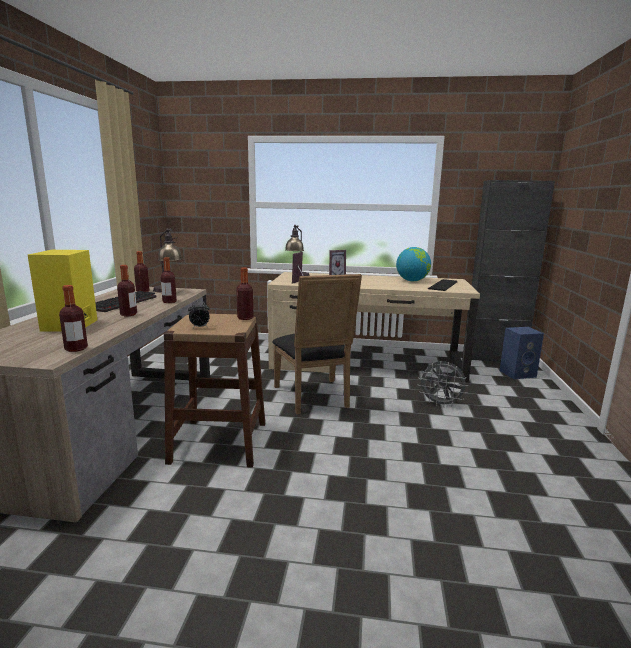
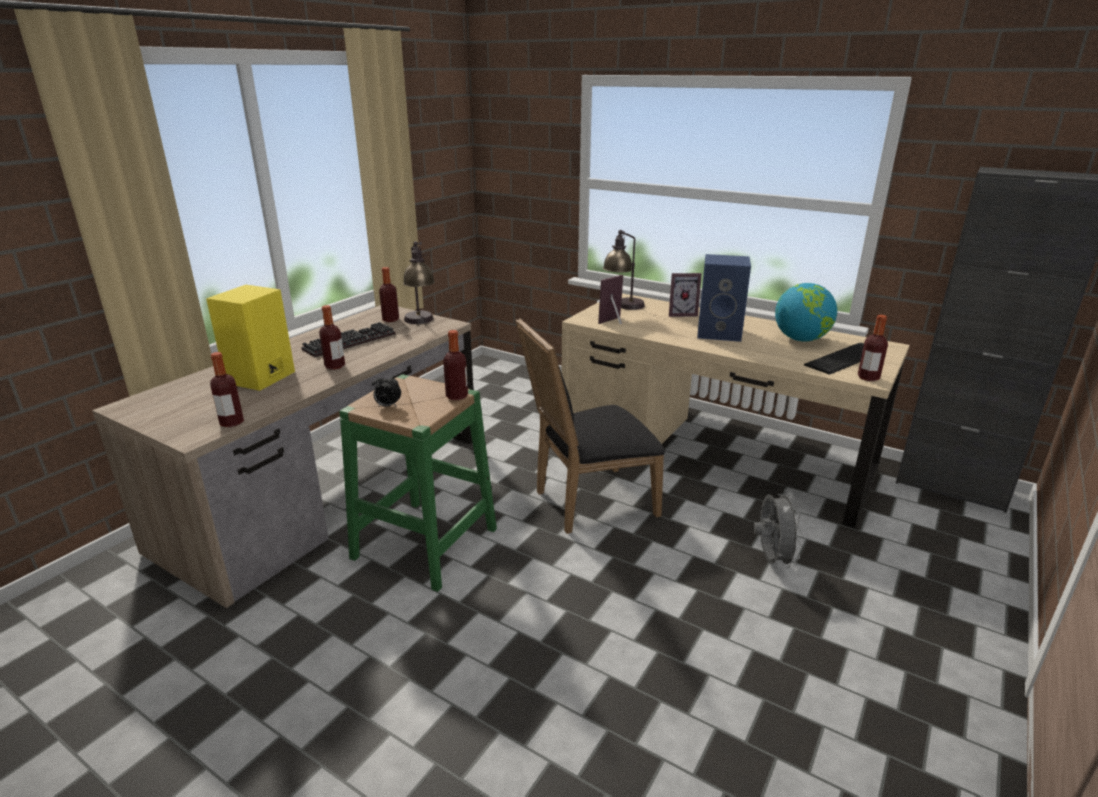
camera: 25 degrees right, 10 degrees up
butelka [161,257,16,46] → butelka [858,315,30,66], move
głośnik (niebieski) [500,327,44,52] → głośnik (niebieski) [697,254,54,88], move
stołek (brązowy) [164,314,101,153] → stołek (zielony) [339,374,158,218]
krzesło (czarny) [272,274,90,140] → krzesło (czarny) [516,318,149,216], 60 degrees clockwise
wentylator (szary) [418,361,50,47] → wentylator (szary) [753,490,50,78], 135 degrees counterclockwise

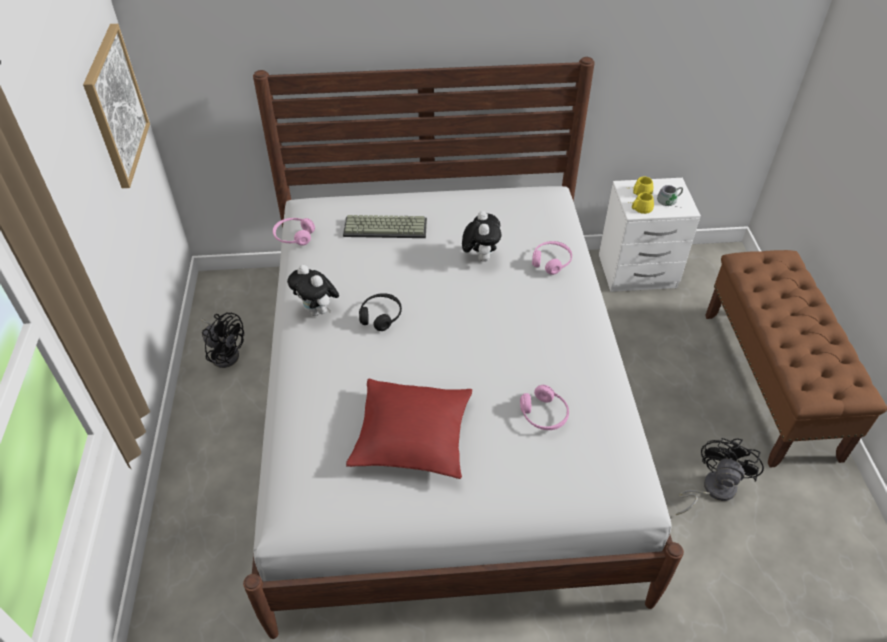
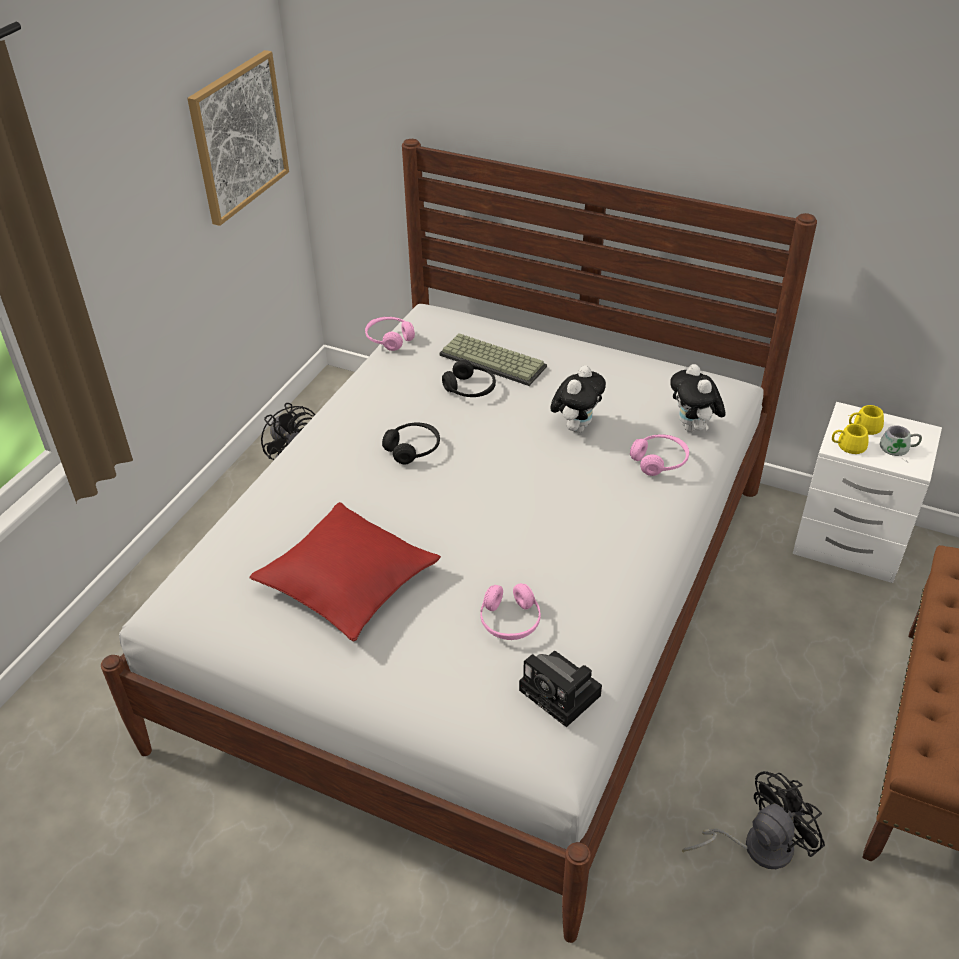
camera: 30 degrees right, 5 degrees down
- → słuchawki (czarny) [442,360,54,37]
- → aparat fotograficzny [519,650,83,77]
pluszak [287,265,52,51] → pluszak [670,364,55,68], move

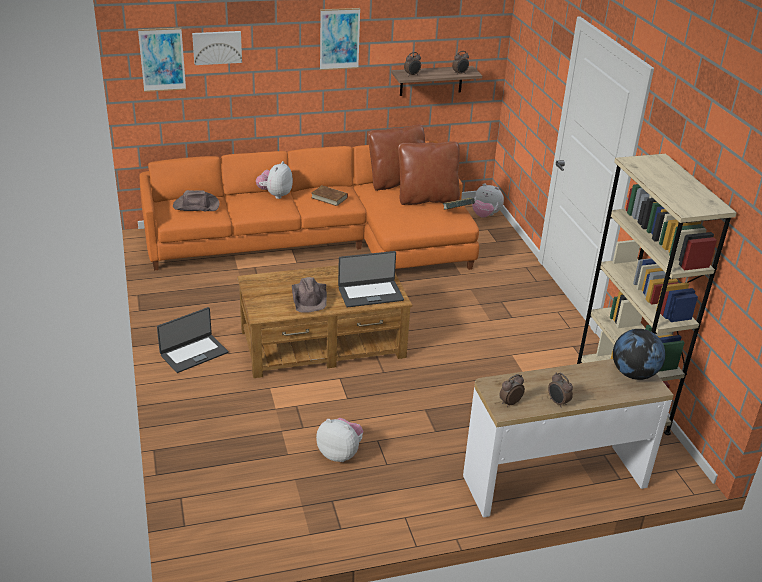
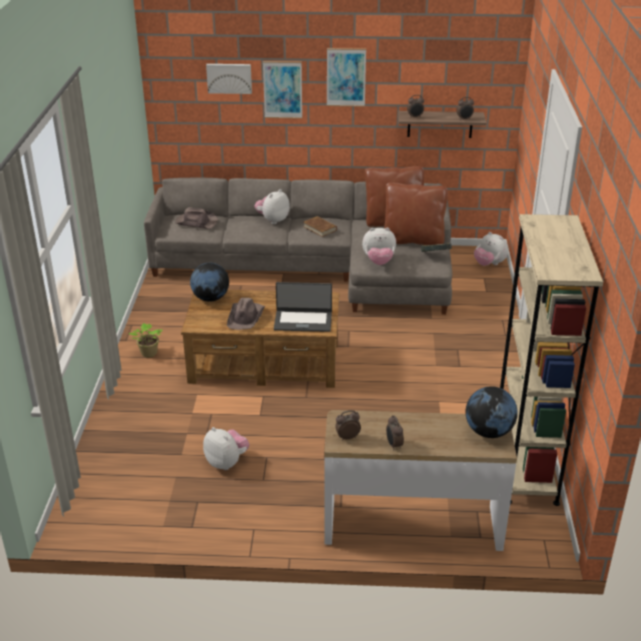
camera: 20 degrees right, 0 degrees up
- → globus [190,263,39,39]
- → pluszak [362,228,34,37]
obraz [138,28,48,64] → obraz [263,61,39,58], move
laptop [157,307,71,66] → roślina doniczkowa [129,323,34,34]
kanapa (pomarańczowy) [139,140,340,130] → kanapa (szary) [144,178,308,137]

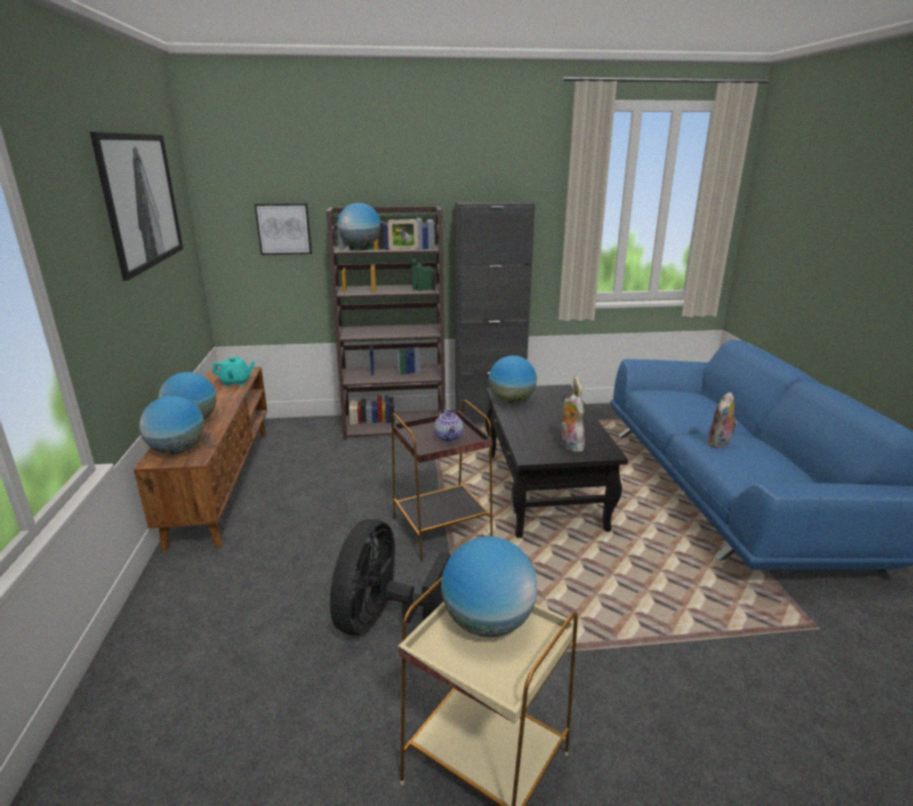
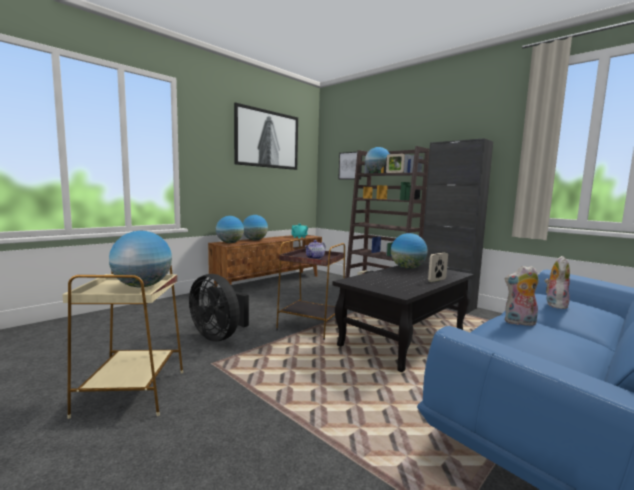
camera: 50 degrees right, 15 degrees down
pluszak [561,394,24,58] → pluszak [545,256,25,53], move
wentylator (czarny) [330,519,120,117] → wentylator (czarny) [189,274,60,67], 120 degrees counterclockwise

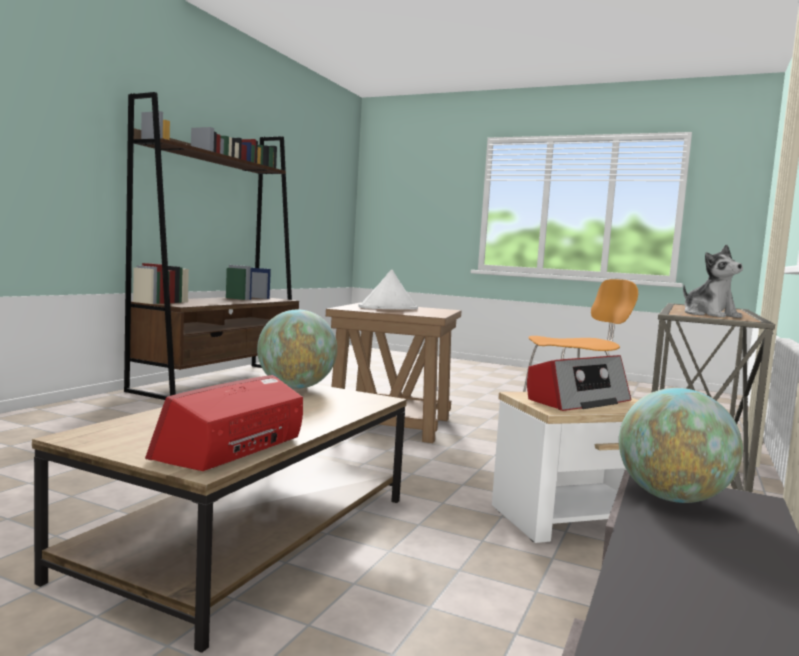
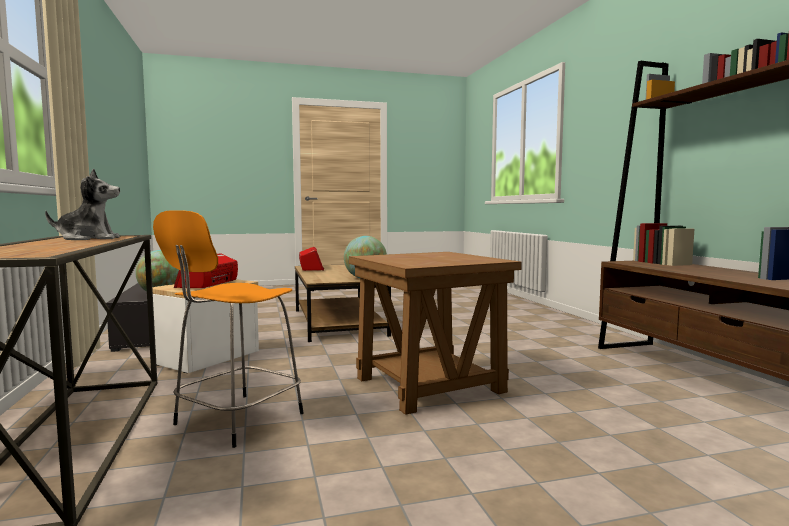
camera: 140 degrees right, 0 degrees up
kapelusz (biały) [359,269,59,41] → -
pluszak [683,245,60,73] → pluszak [45,169,75,71], 135 degrees clockwise

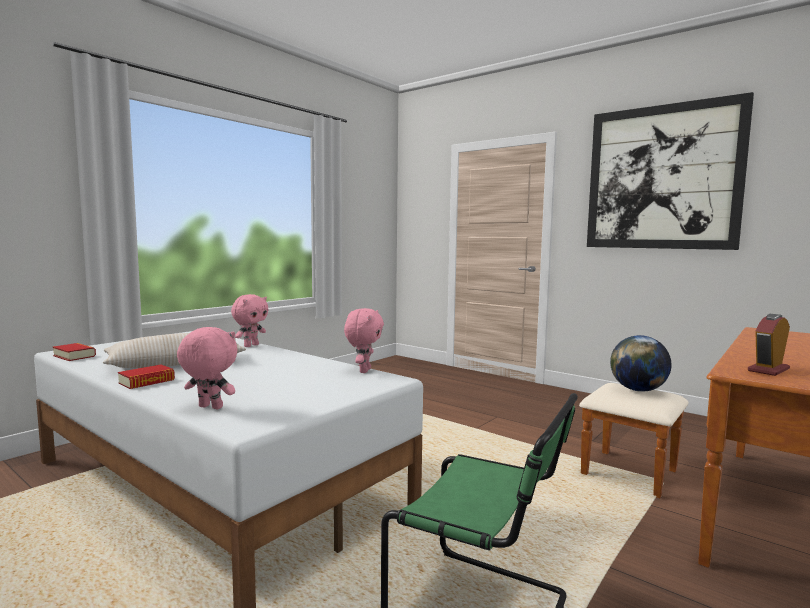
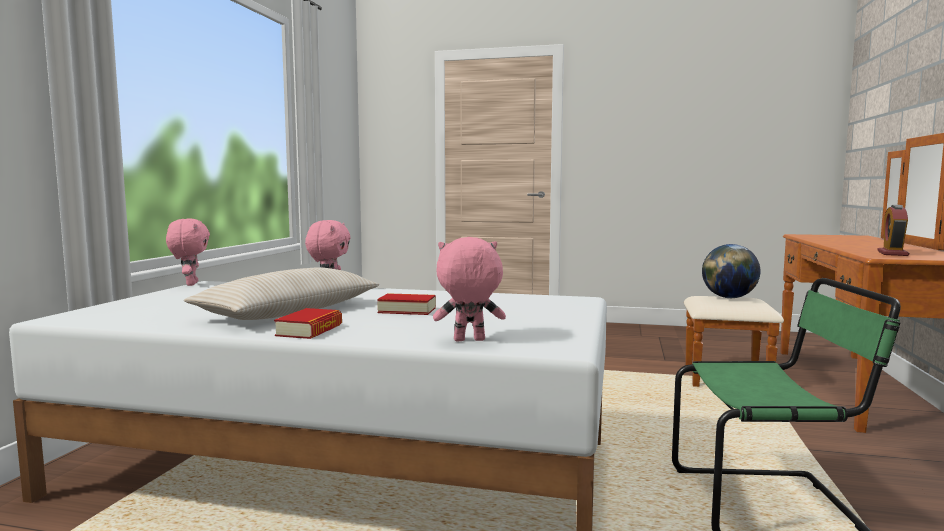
camera: 25 degrees left, 0 degrees up
obraz [587,92,167,158] → -
książka [52,343,44,18] → książka [377,293,59,22], move
pluszak (różowy) [344,308,40,65] → pluszak (różowy) [166,218,44,68], move

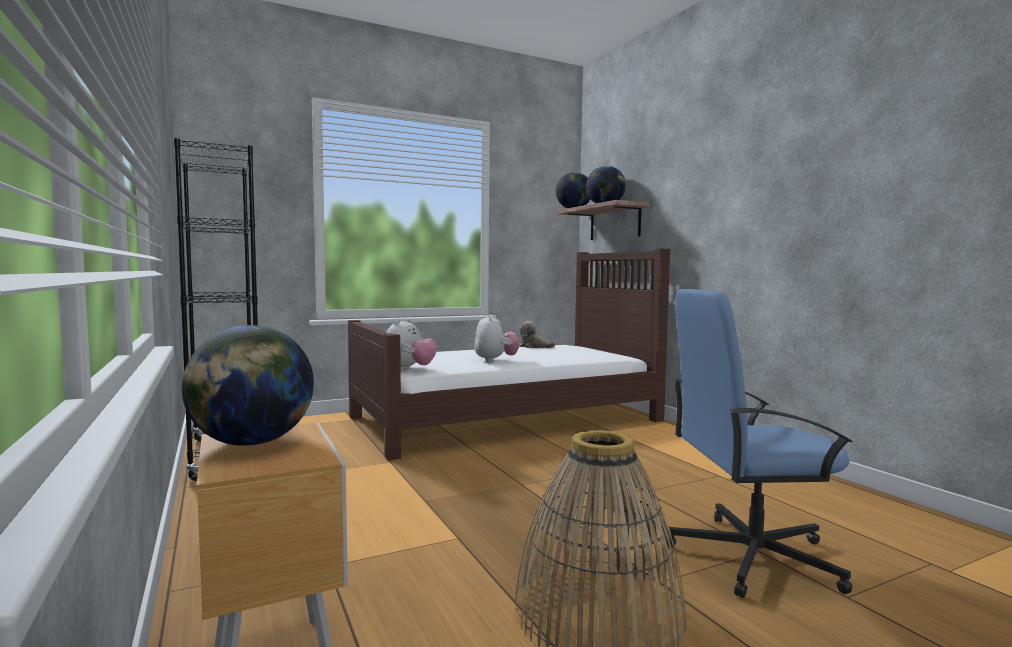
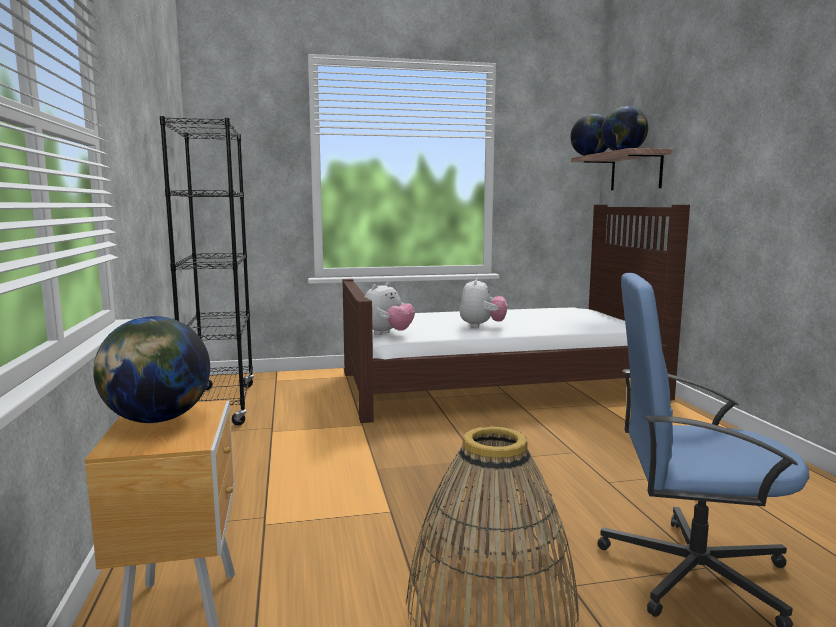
camera: 15 degrees right, 5 degrees up
pluszak [519,321,36,27] → -

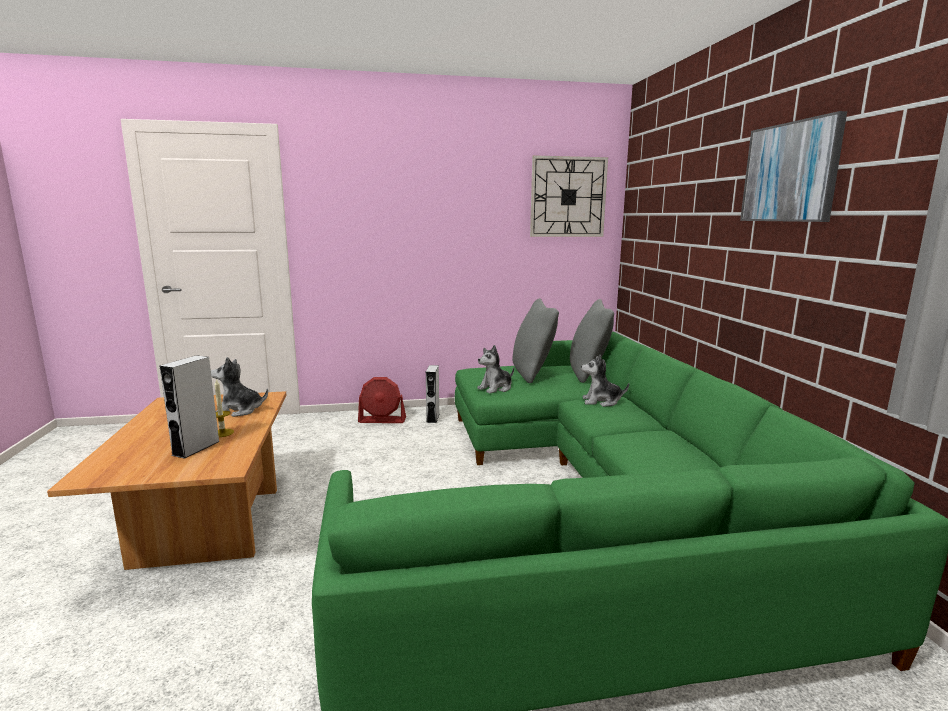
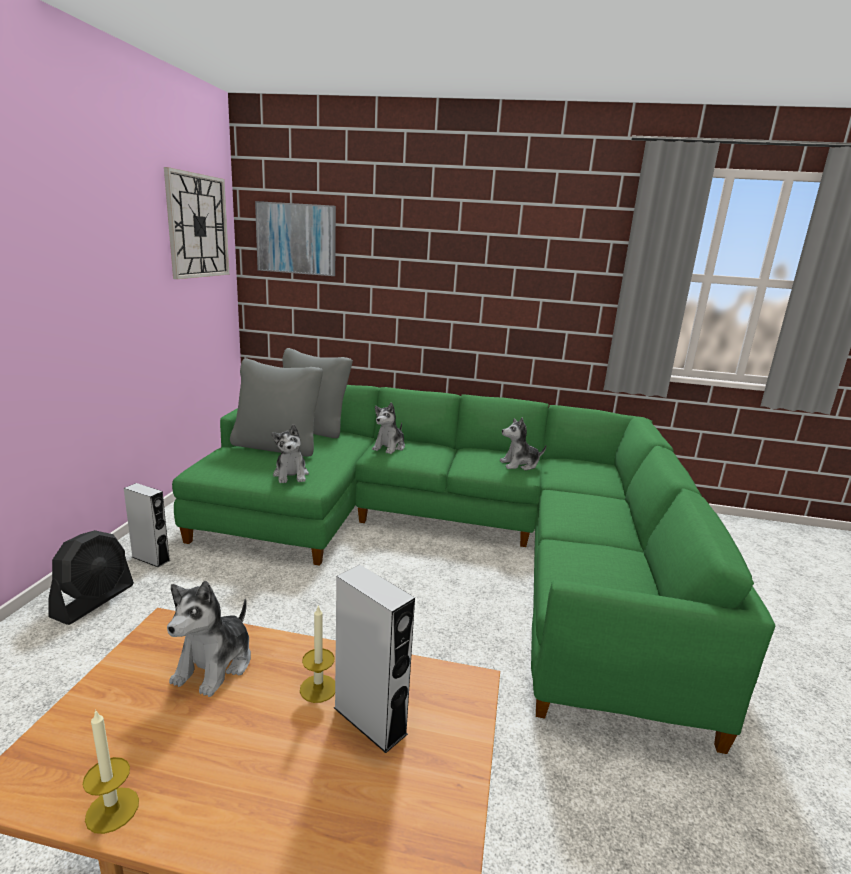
camera: 70 degrees left, 5 degrees up
- → świeca [82,709,57,125]
- → pluszak [500,418,46,52]
obraz [740,111,107,111] → obraz [255,201,81,75], move
wentylator (czerwony) [358,377,48,46] → wentylator (czarny) [48,530,86,95]

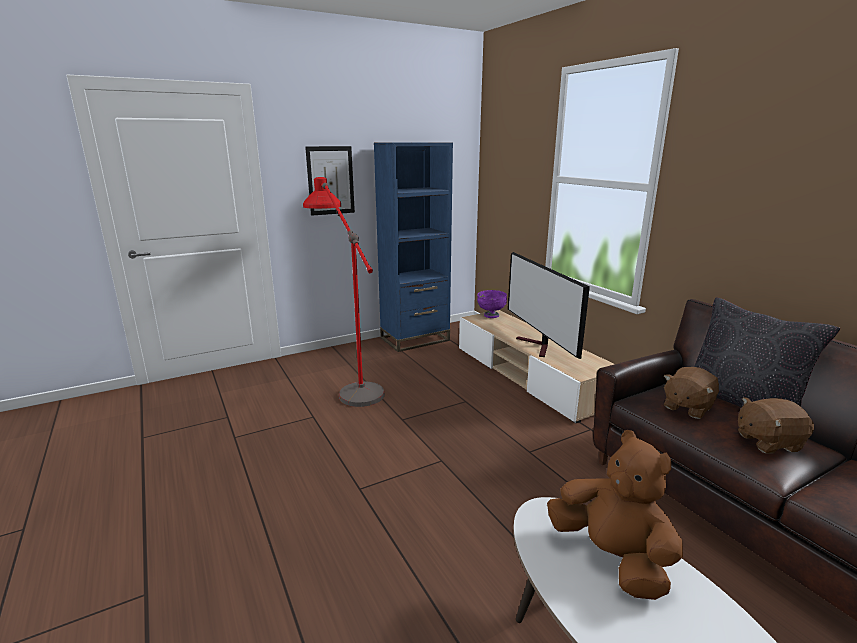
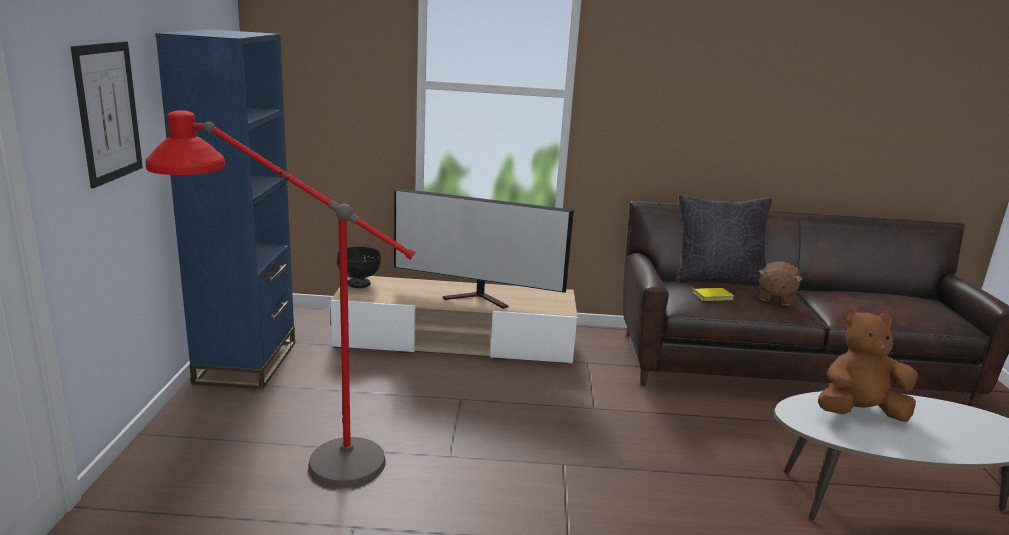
camera: 60 degrees left, 0 degrees up
pluszak (brązowy) [664,367,55,52] → książka (żółty) [692,288,42,13]
miska (fioletowy) [477,290,30,28] → miska (czarny) [337,247,44,41]

